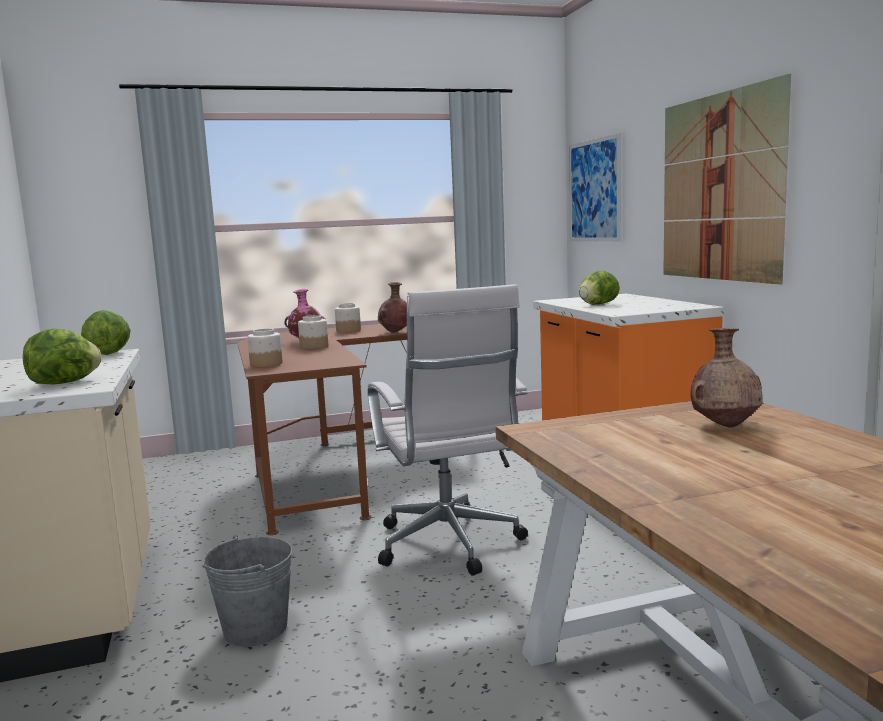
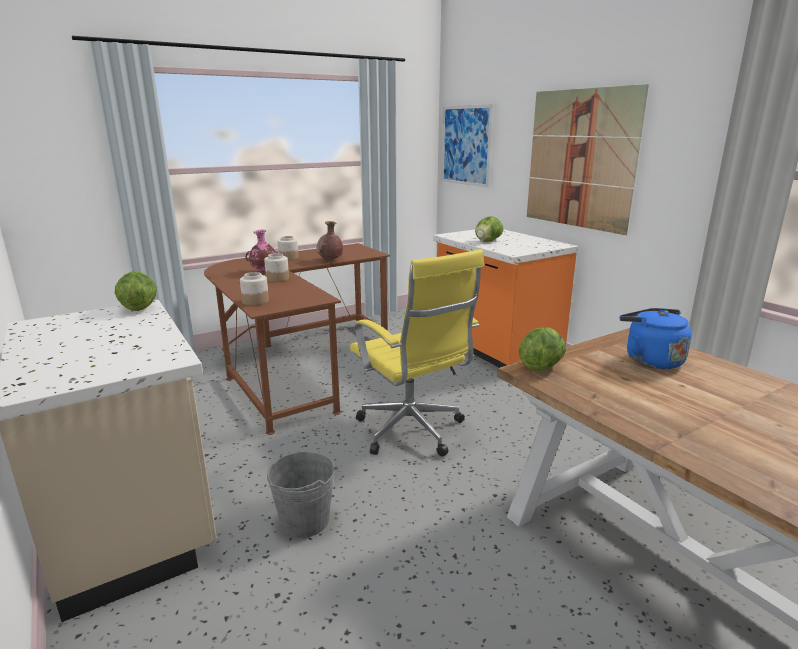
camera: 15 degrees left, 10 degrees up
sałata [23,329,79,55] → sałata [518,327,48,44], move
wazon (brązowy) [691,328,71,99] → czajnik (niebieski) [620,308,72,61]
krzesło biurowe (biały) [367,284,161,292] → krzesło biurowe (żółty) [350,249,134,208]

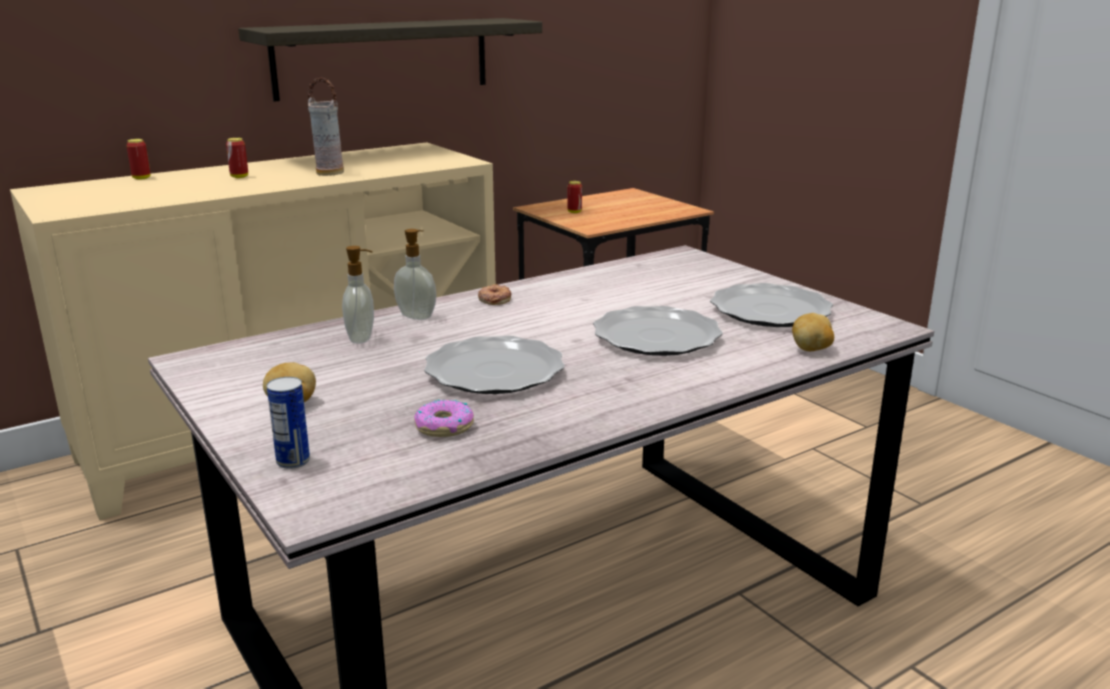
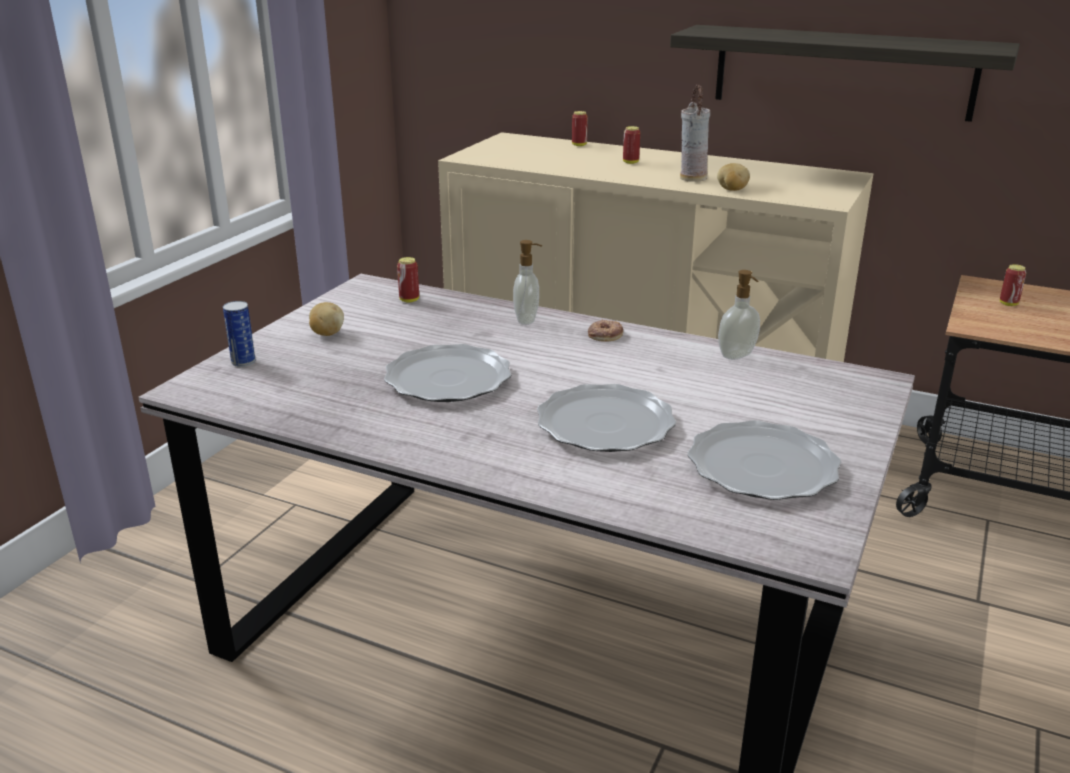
camera: 60 degrees right, 5 degrees up
donut [414,400,60,37] → -
- → puszka [397,257,22,46]
dozownik mydła [342,246,32,98] → dozownik mydła [718,270,42,90], move
ziemniak [792,313,42,38] → ziemniak [717,163,33,28], move

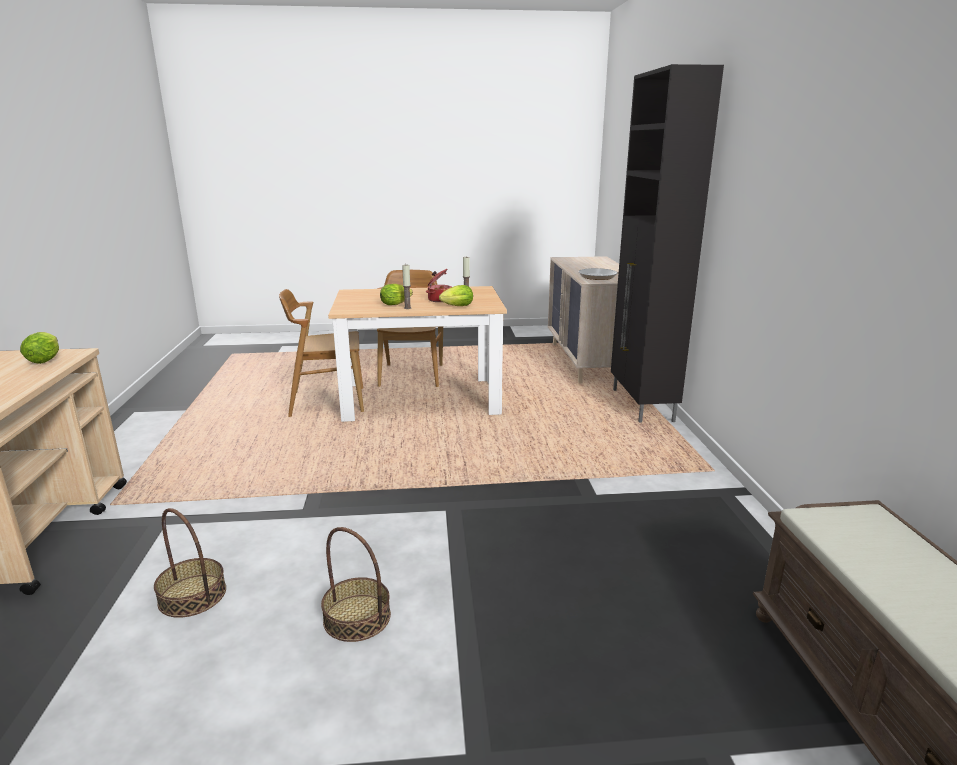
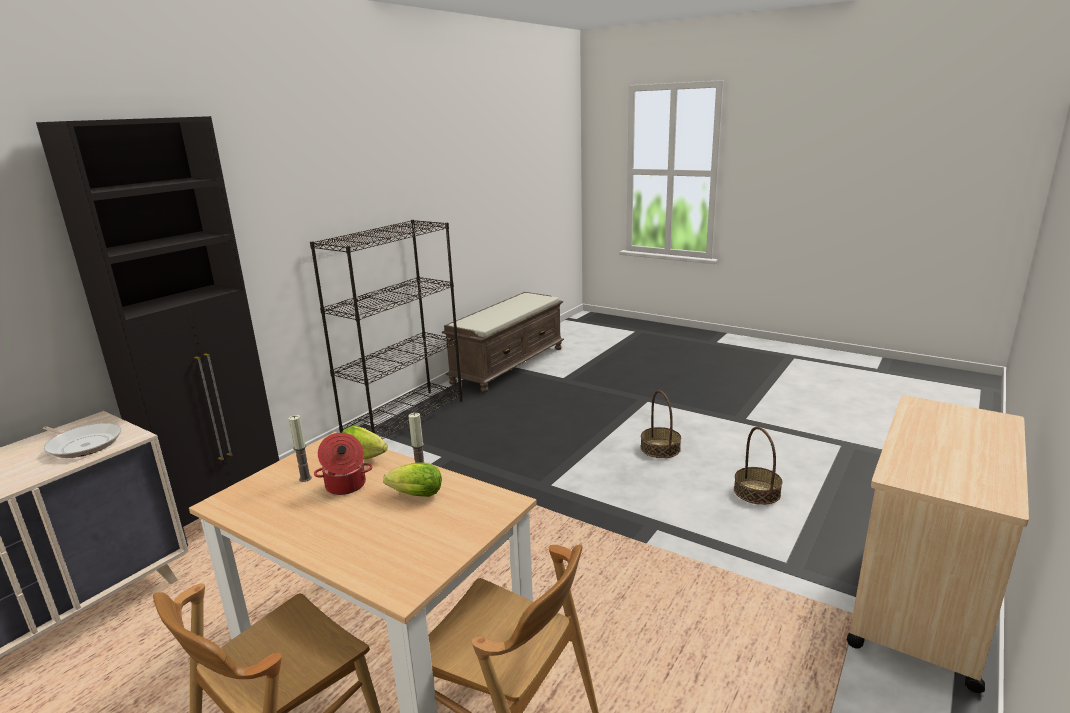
camera: 140 degrees left, 0 degrees up
sałata [20,332,39,32] → -
- → regał (czarny) [310,220,153,219]

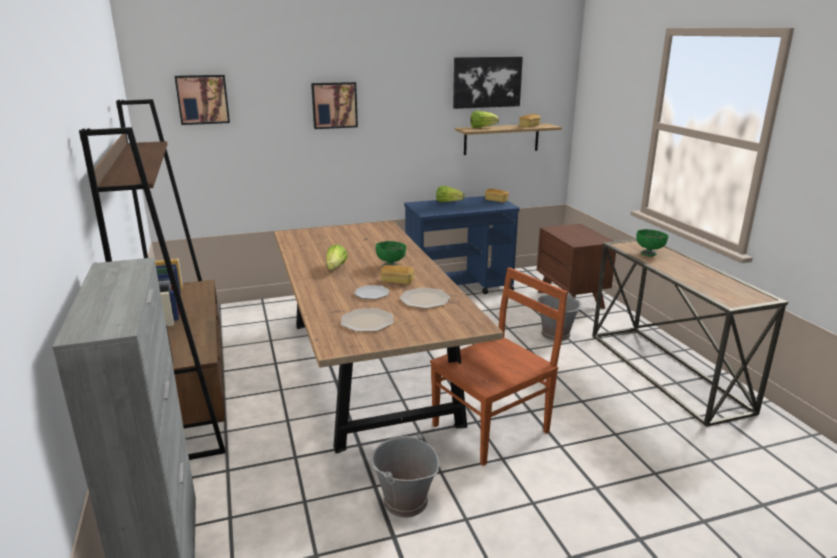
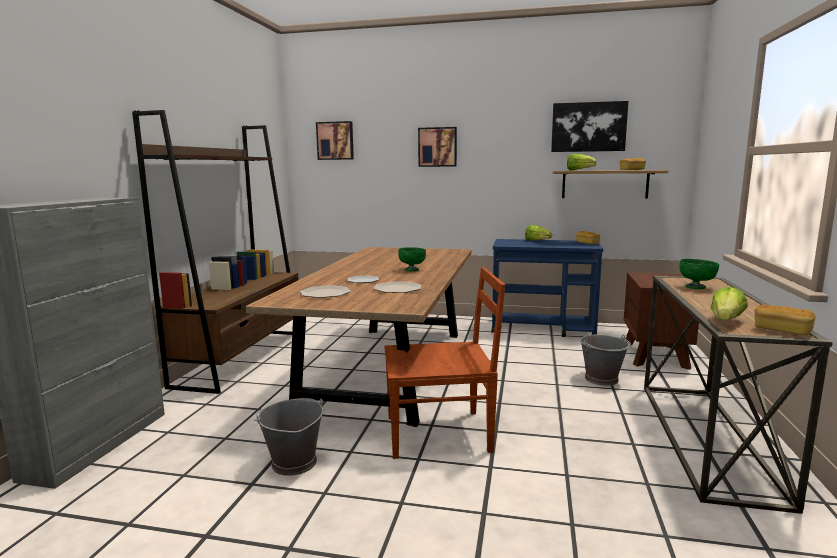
camera: 30 degrees right, 10 degrees down
sałata [326,244,22,26] → sałata [710,286,38,35], move
chleb [380,265,34,19] → chleb [755,305,60,30], move

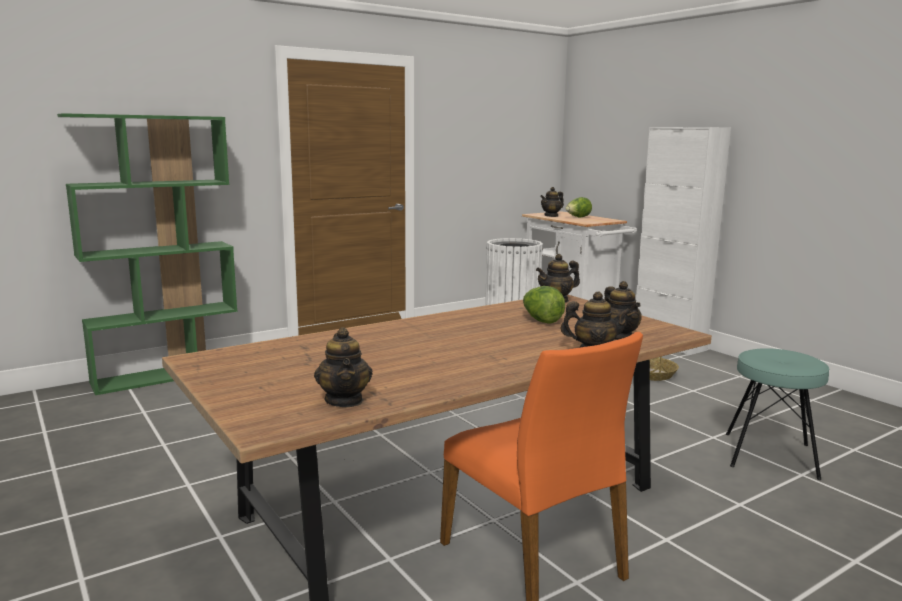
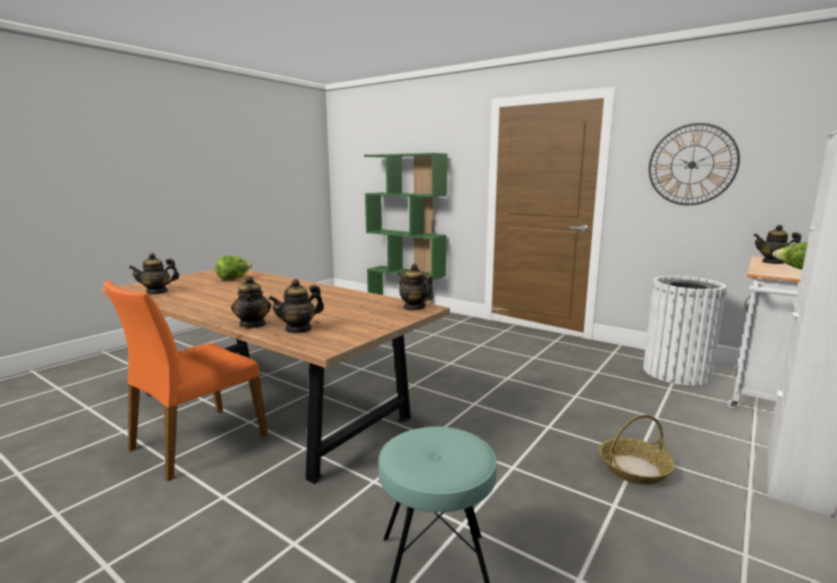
camera: 70 degrees right, 0 degrees up
- → zegar ścienny [649,123,91,82]
sałata [523,286,42,38] → sałata [215,256,37,24], move

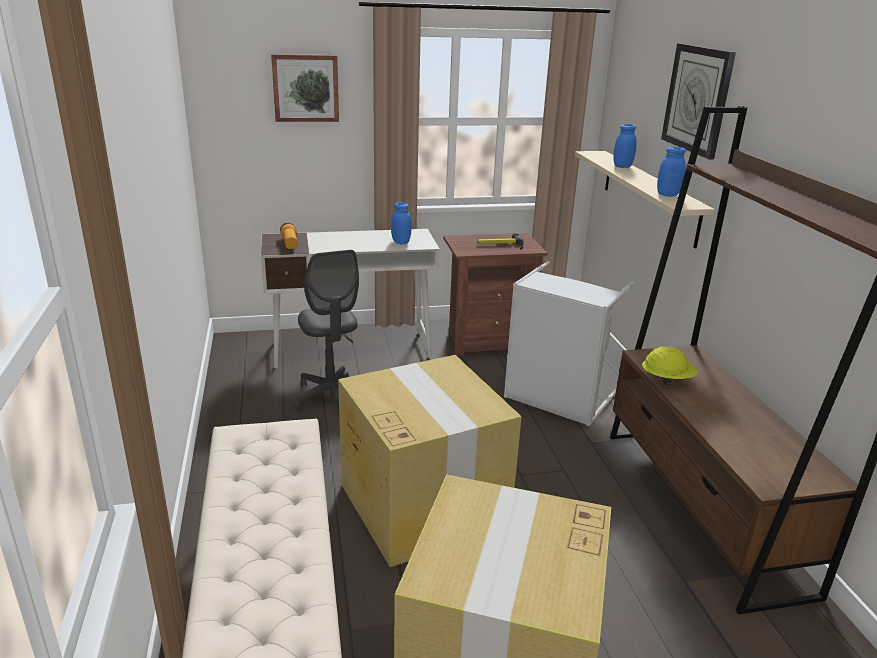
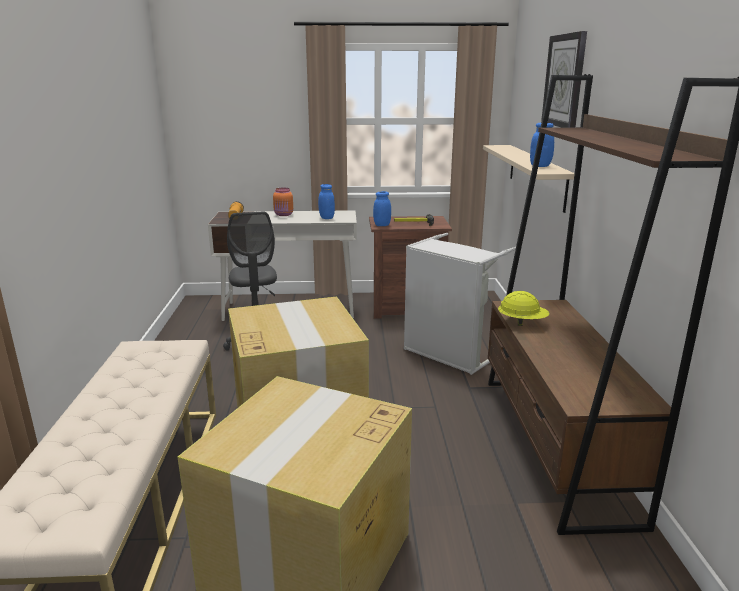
camera: 10 degrees right, 5 degrees down
obraz [271,54,68,68] → -
- → słoik (pomarańczowy) [273,188,20,28]
słoik (niebieski) [613,124,24,44] → słoik (niebieski) [373,191,18,35], move

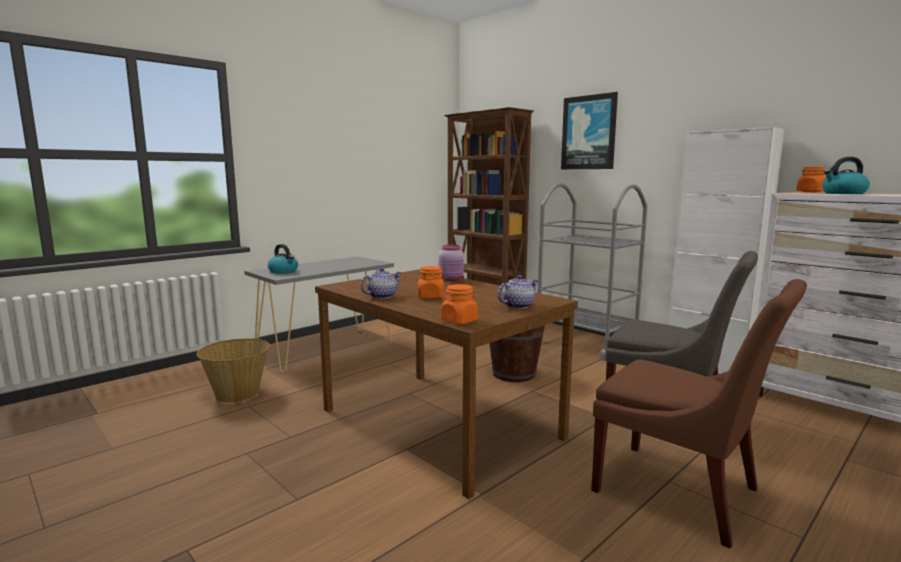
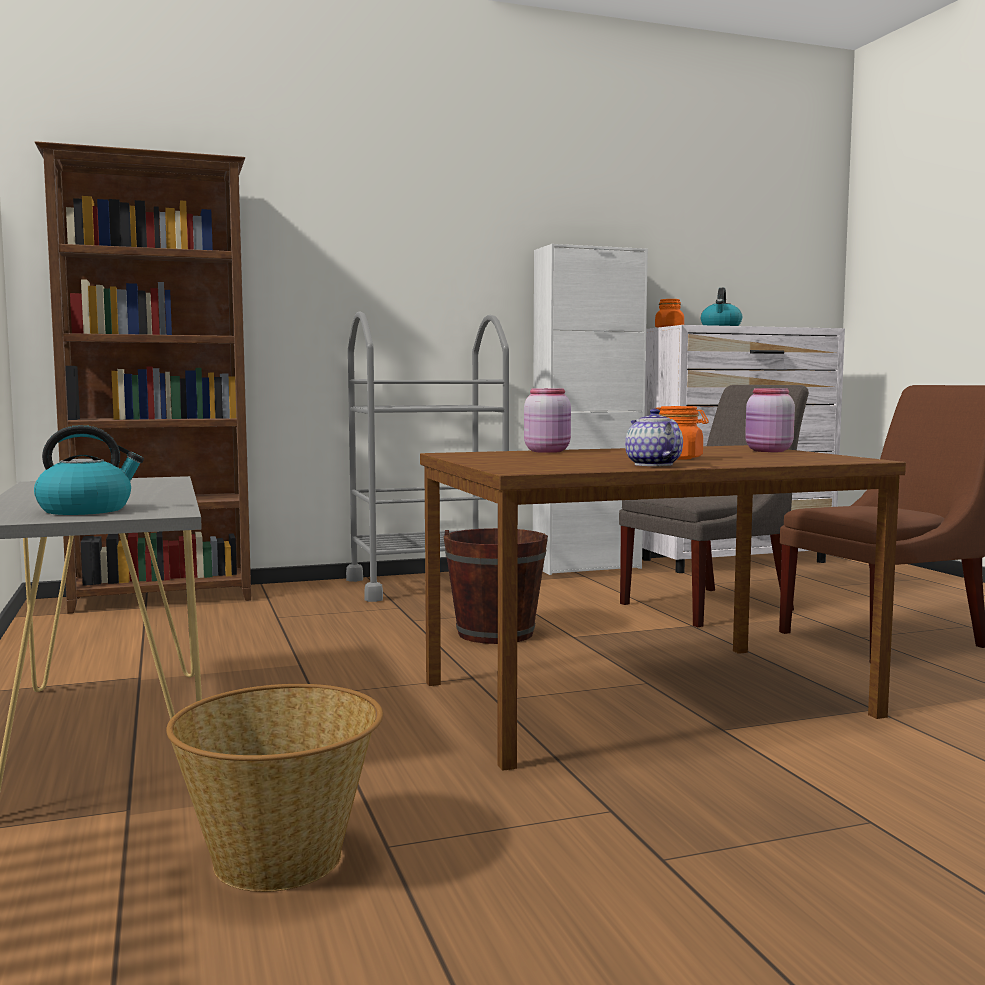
camera: 65 degrees left, 5 degrees down
słoik (pomarańczowy) [441,284,37,40] → -
obraz [561,92,57,77] → -
imbryk [497,275,42,34] → słoik (różowy) [745,388,50,64]

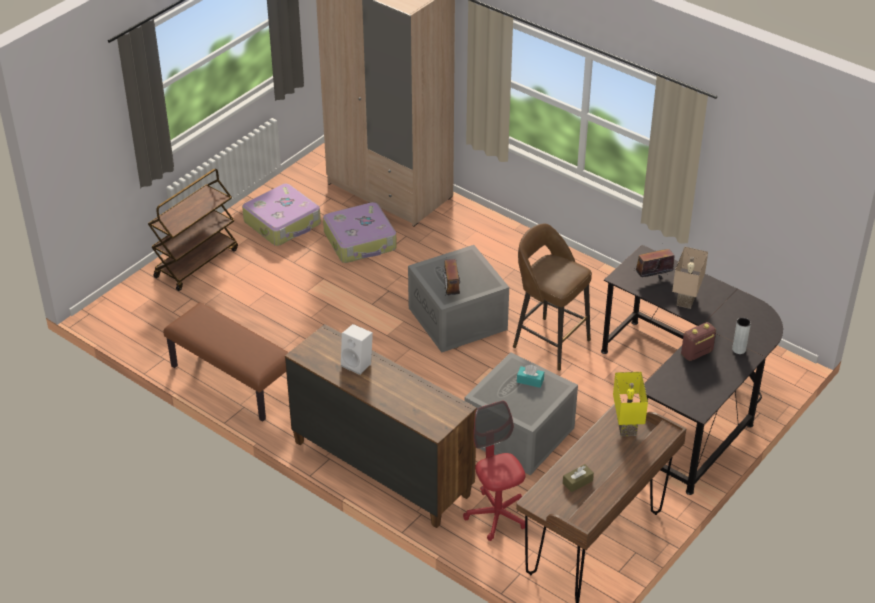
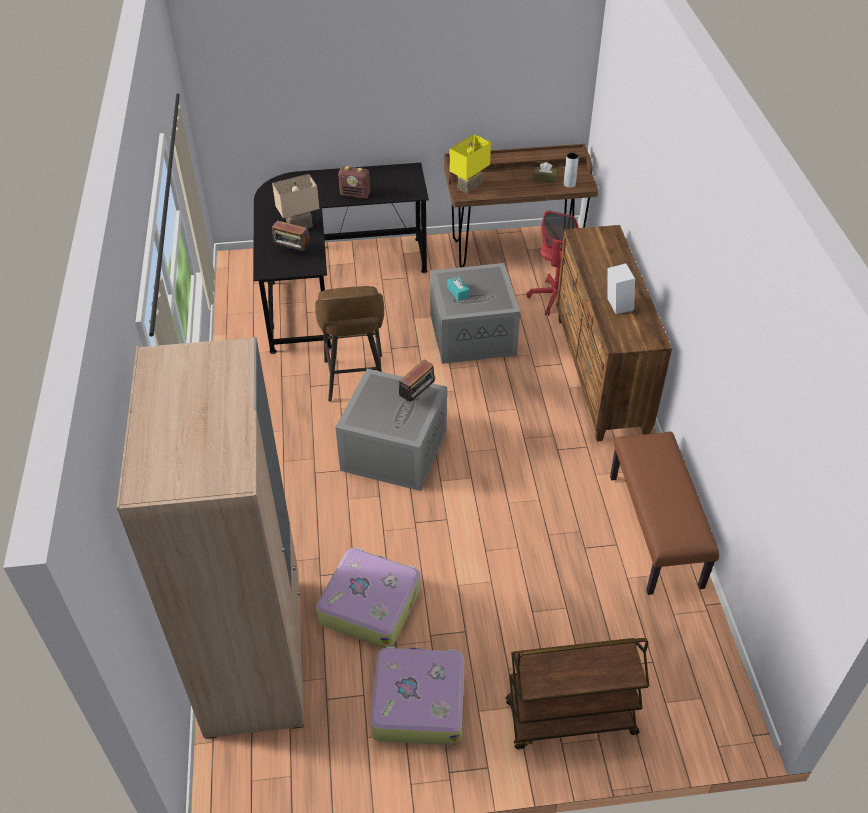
camera: 135 degrees left, 5 degrees up
wazon (szary) [732,318,19,36] → wazon (szary) [563,152,16,36], move

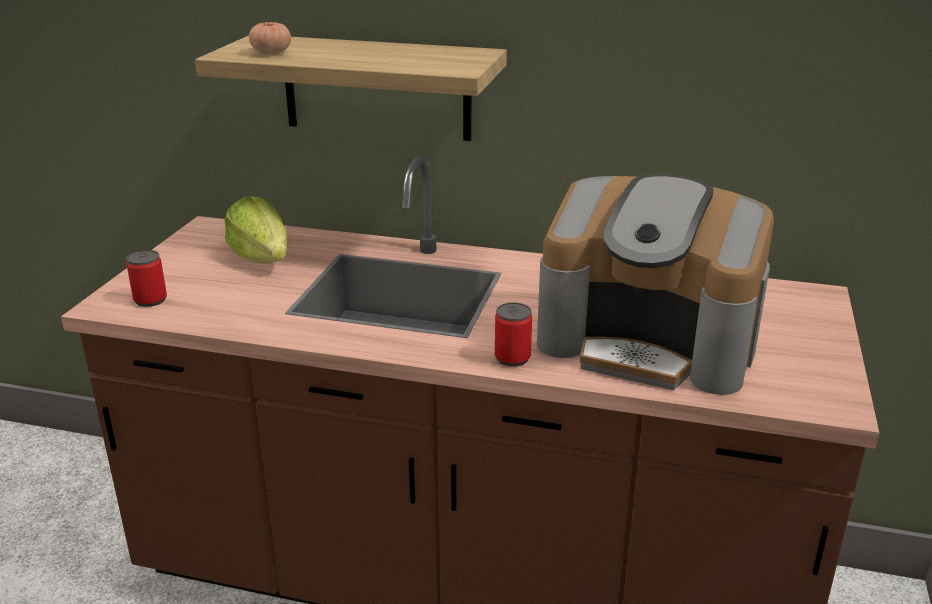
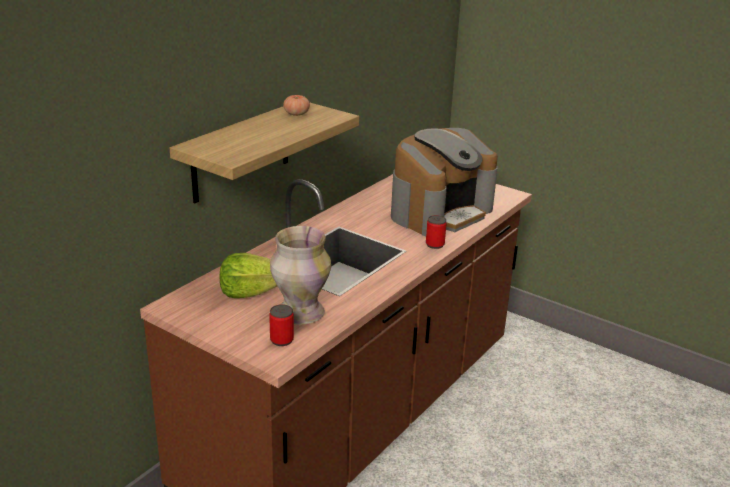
camera: 70 degrees left, 0 degrees up
- → wazon [270,226,61,98]
pomidor [249,21,42,33] → pomidor [283,95,27,21], move

